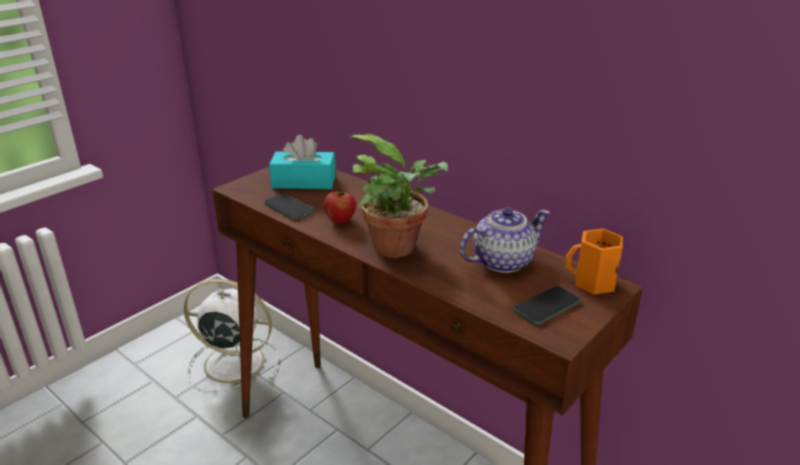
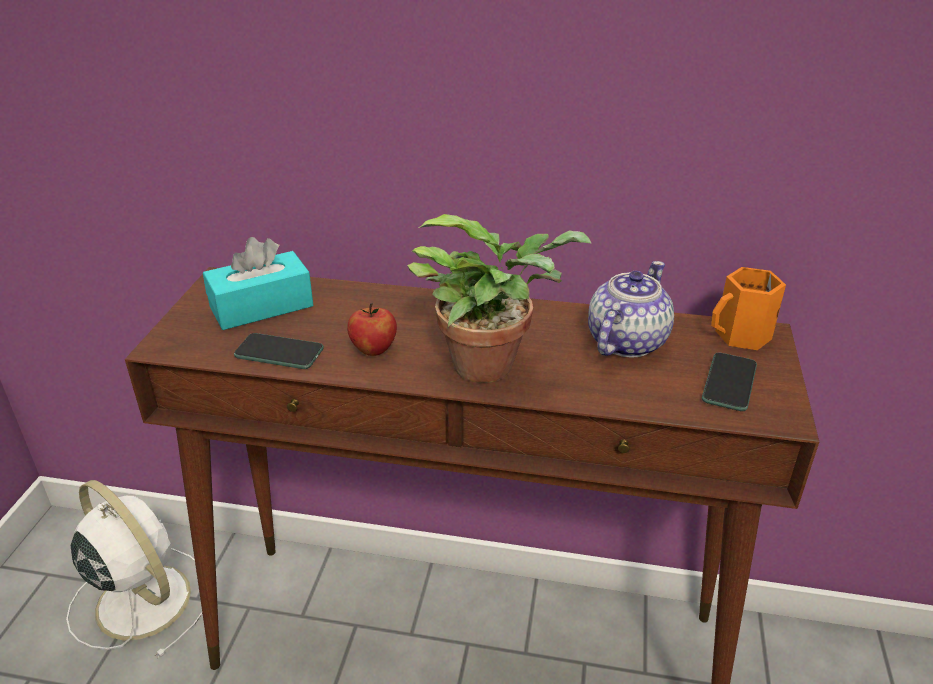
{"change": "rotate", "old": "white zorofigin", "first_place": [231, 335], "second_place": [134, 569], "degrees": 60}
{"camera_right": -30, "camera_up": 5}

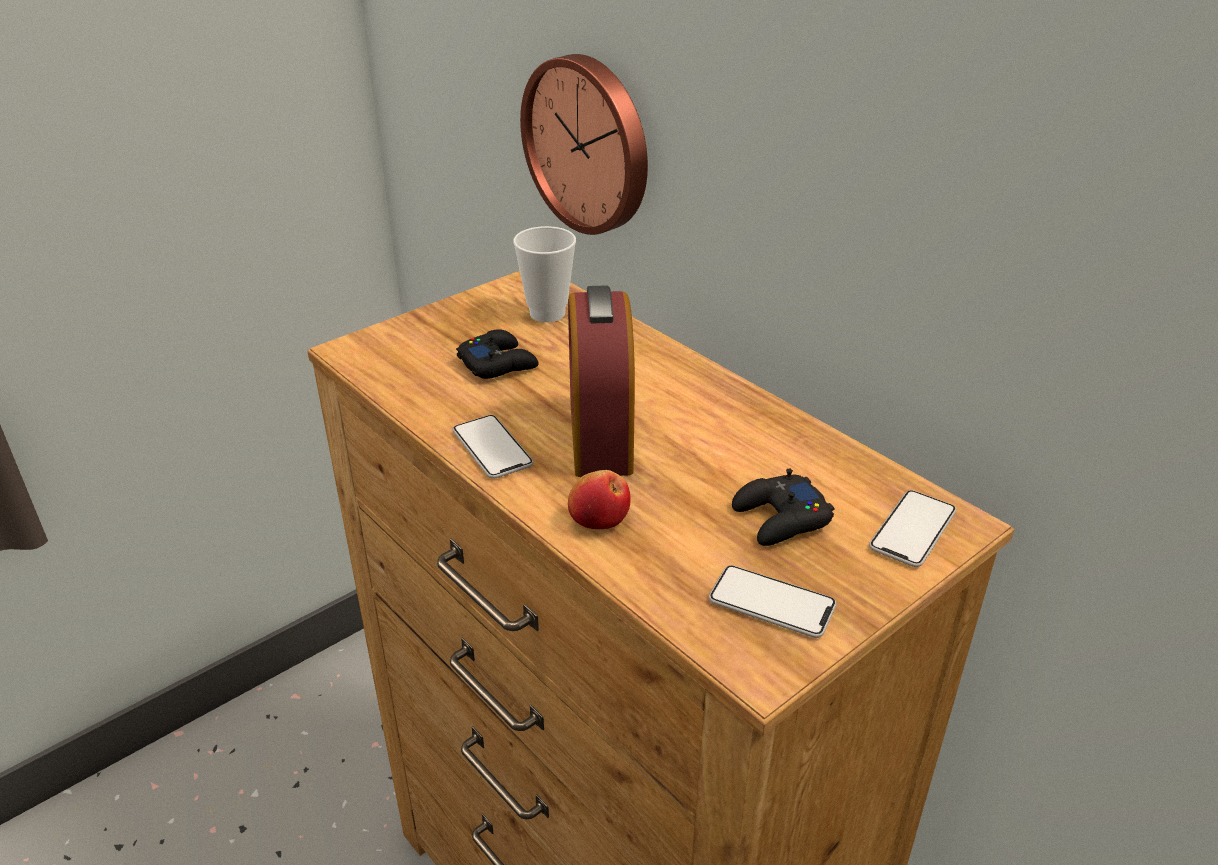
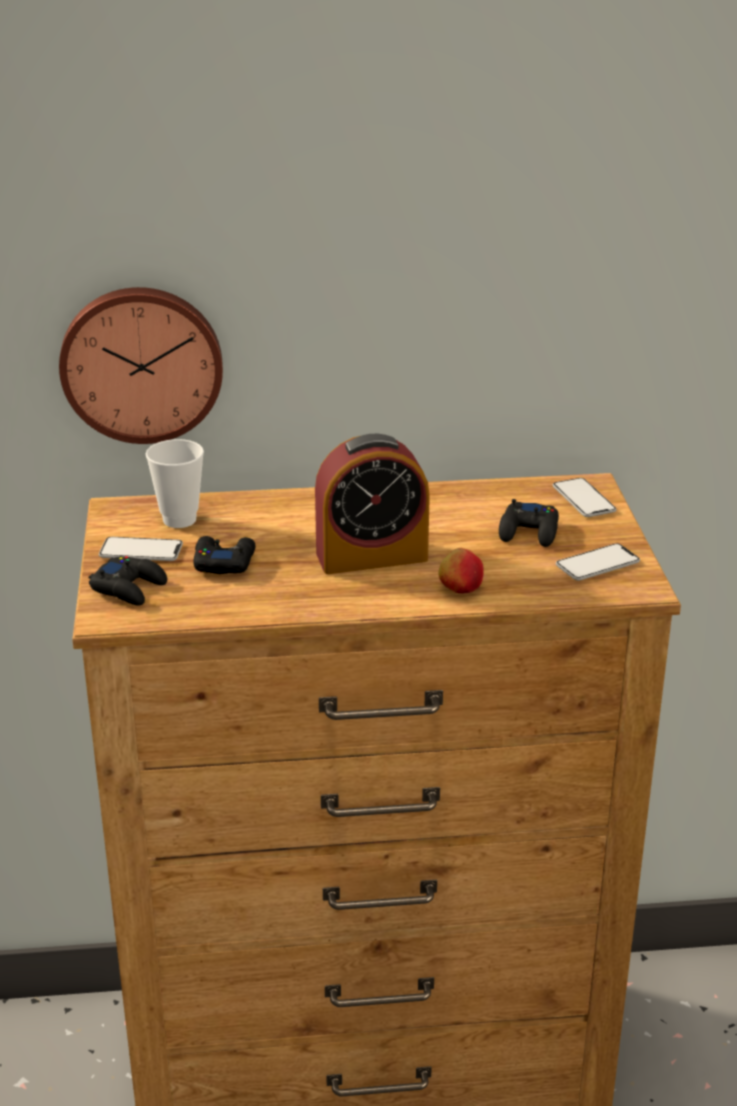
{"change": "insert", "new": "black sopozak", "second_place": [128, 581]}
{"change": "move", "old": "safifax", "first_place": [493, 447], "second_place": [141, 549]}
{"change": "rotate", "old": "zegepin", "first_place": [601, 381], "second_place": [372, 504], "degrees": -45}
{"camera_right": -55, "camera_up": -5}

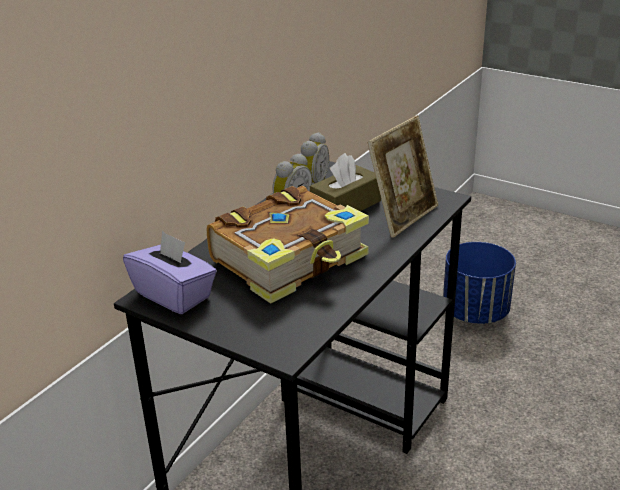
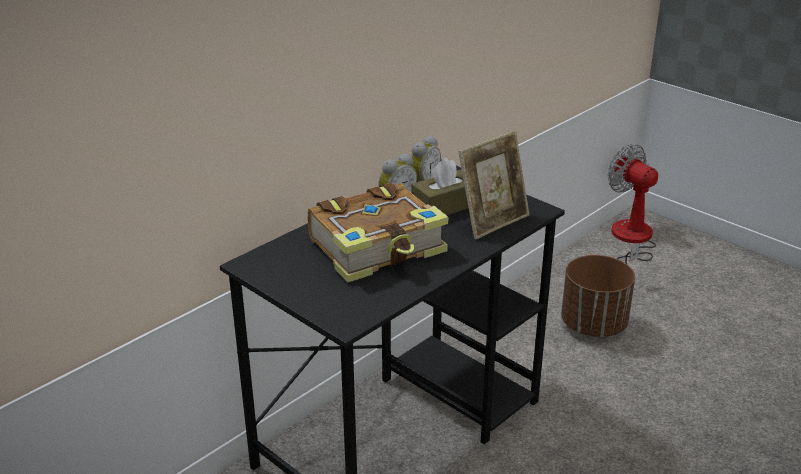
{"change": "delete", "old": "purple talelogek", "first_place": [170, 272]}
{"change": "insert", "new": "zorofigin", "second_place": [632, 204]}
{"change": "recolor", "old": "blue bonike", "new": "brown bonike", "first_place": [479, 283], "second_place": [598, 296]}
{"camera_right": 10, "camera_up": 0}

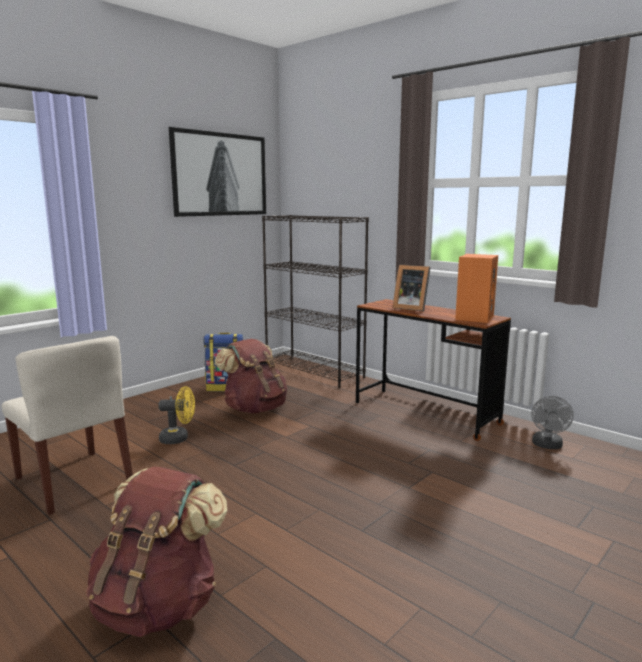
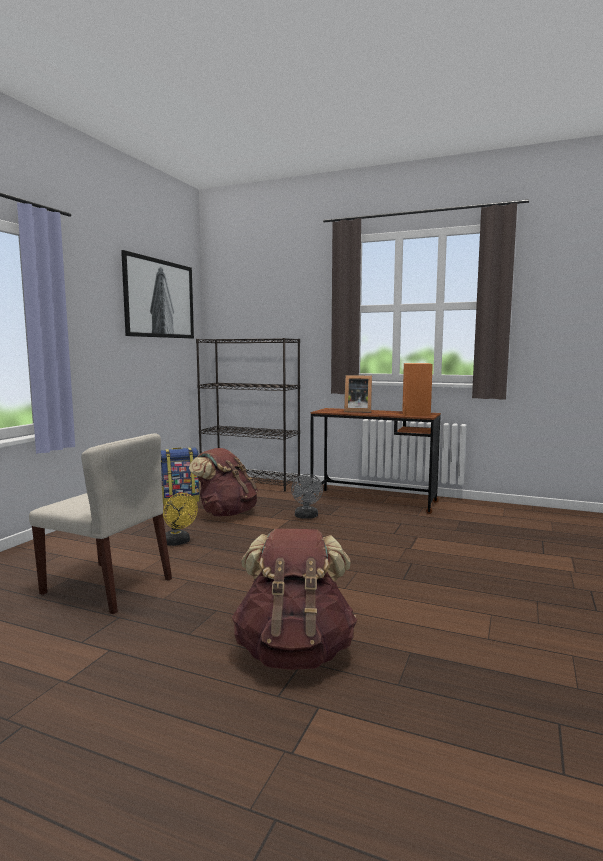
{"change": "move", "old": "grey zorofigin", "first_place": [552, 422], "second_place": [307, 496]}
{"change": "rotate", "old": "yellow zorofigin", "first_place": [176, 415], "second_place": [180, 519], "degrees": 75}
{"camera_right": -20, "camera_up": -5}

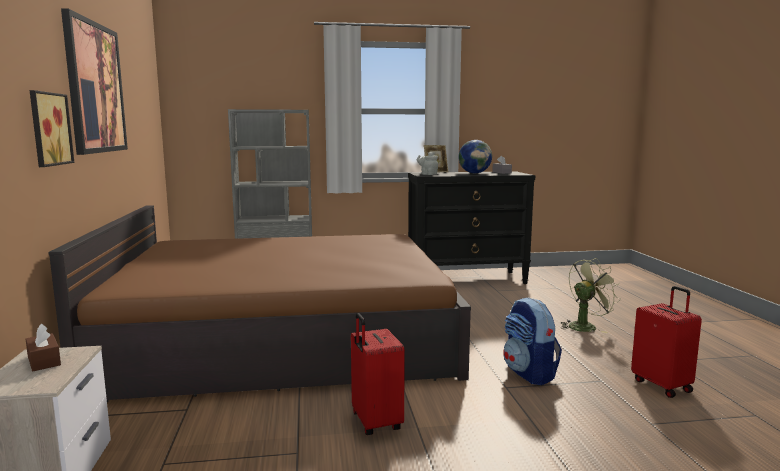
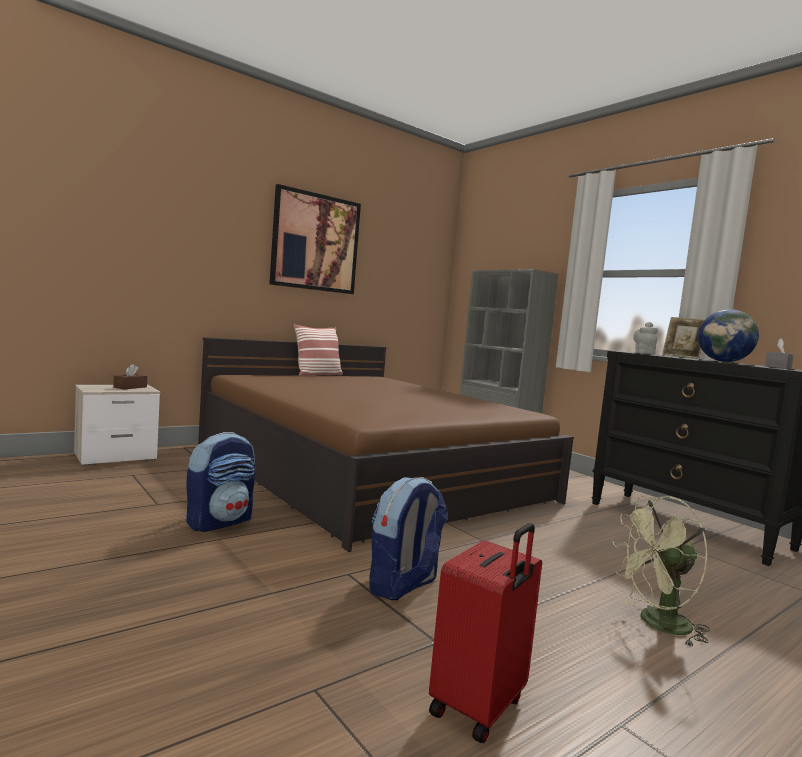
{"change": "delete", "old": "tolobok", "first_place": [52, 128]}
{"change": "insert", "new": "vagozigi", "second_place": [318, 350]}
{"change": "replace", "old": "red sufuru", "new": "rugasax", "first_place": [378, 374], "second_place": [220, 482]}
{"change": "rotate", "old": "green zorofigin", "first_place": [591, 295], "second_place": [661, 571], "degrees": 135}
{"camera_right": 60, "camera_up": -5}

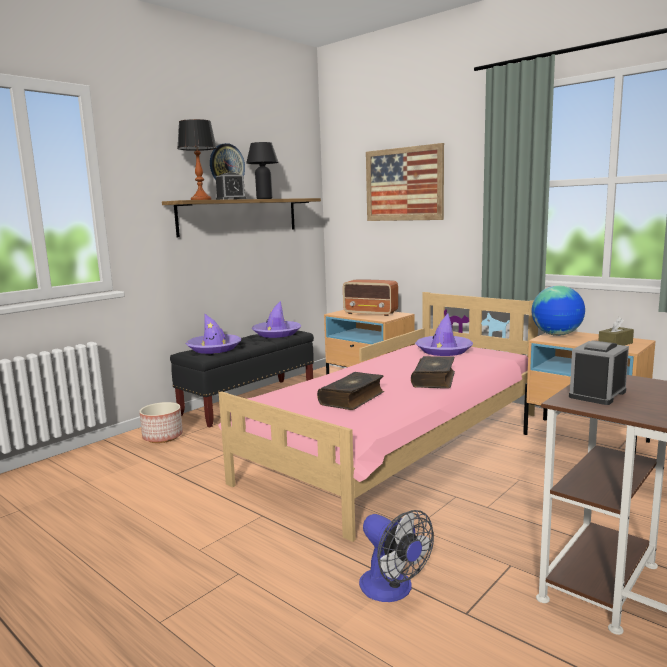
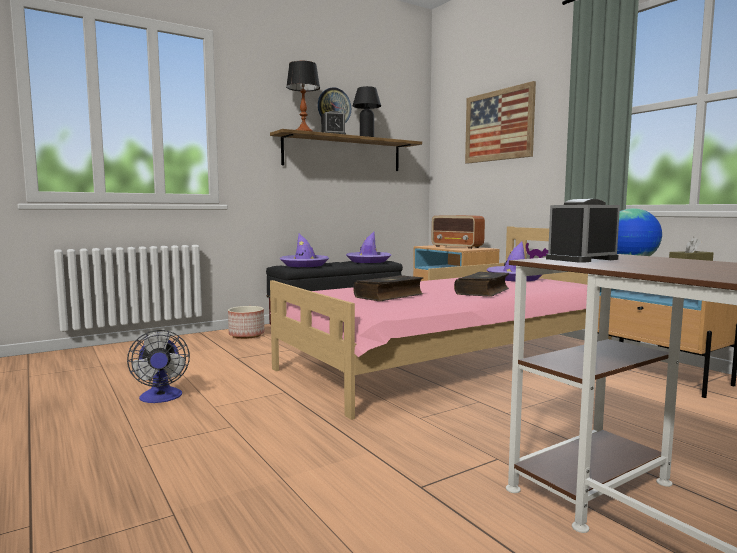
{"change": "move", "old": "zorofigin", "first_place": [396, 556], "second_place": [158, 366]}
{"camera_right": 15, "camera_up": -5}

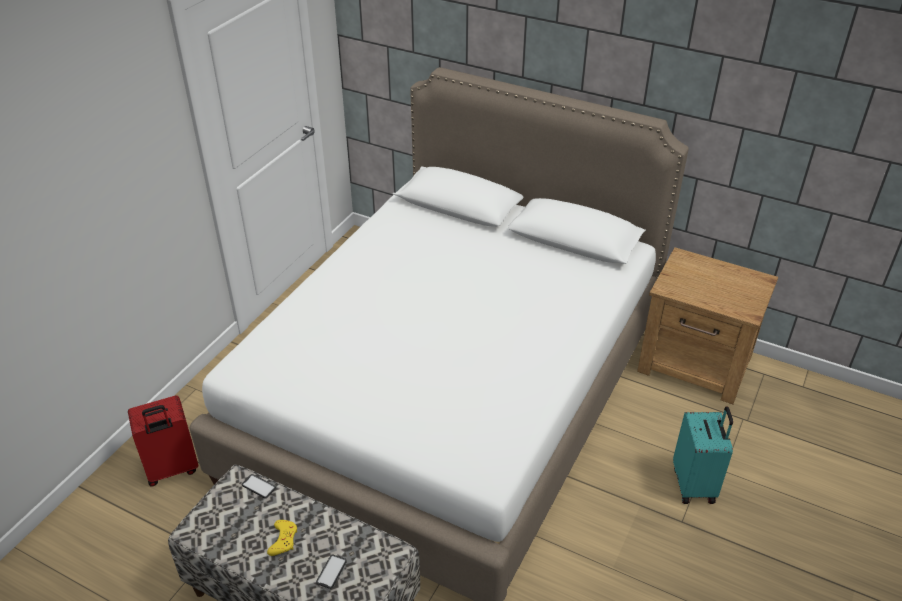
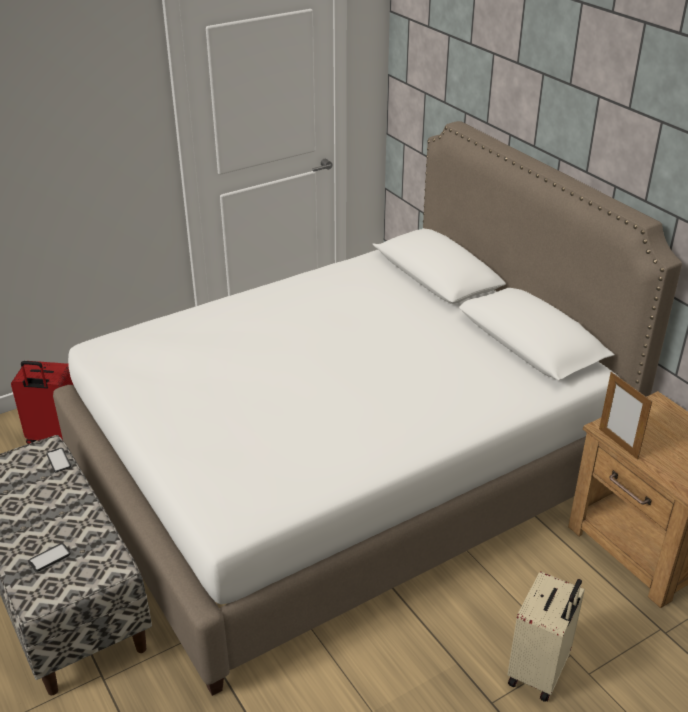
{"change": "delete", "old": "yellow sopozak", "first_place": [282, 538]}
{"change": "insert", "new": "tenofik", "second_place": [625, 416]}
{"change": "recolor", "old": "turquoise sufuru", "new": "beige sufuru", "first_place": [703, 455], "second_place": [546, 636]}
{"camera_right": 30, "camera_up": -5}

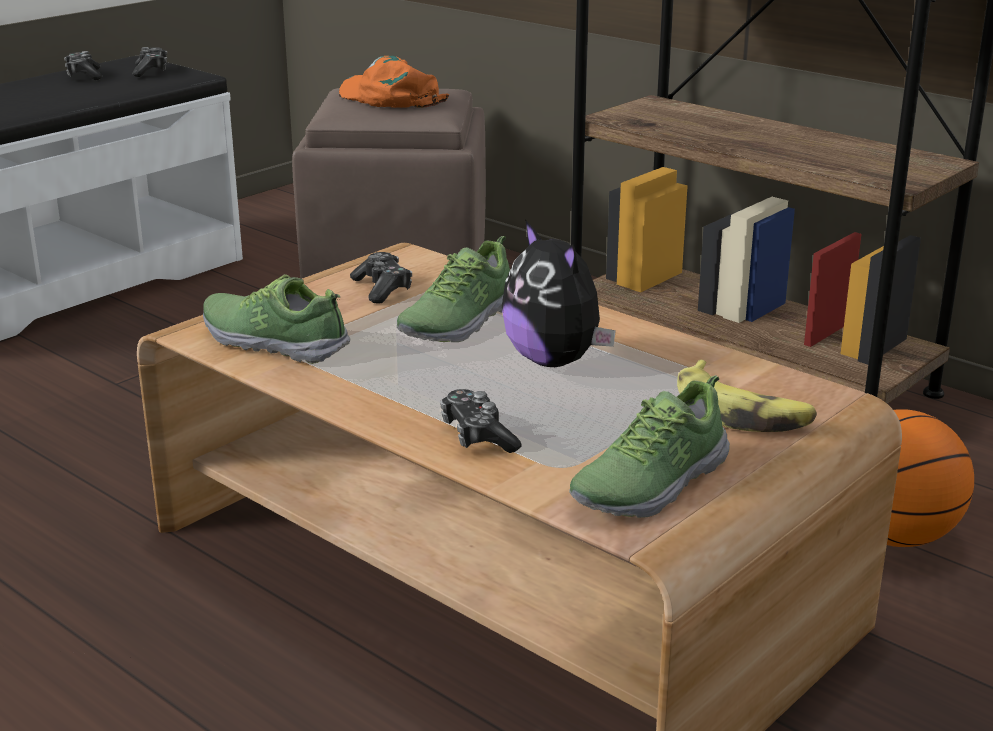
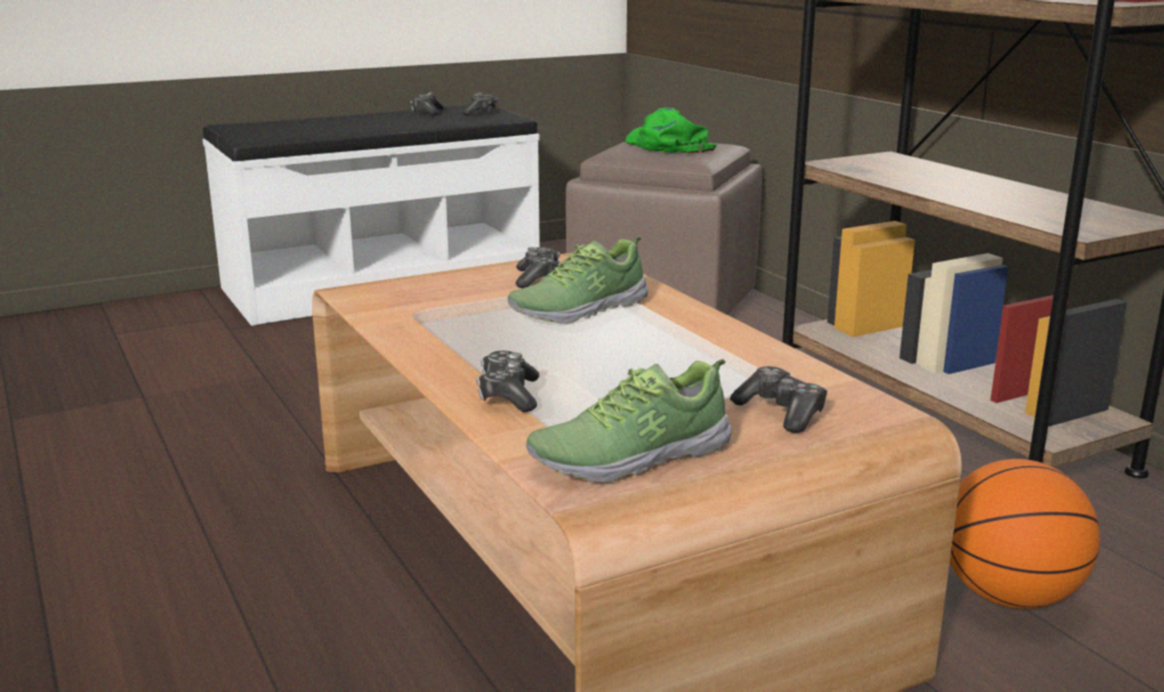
{"change": "delete", "old": "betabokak", "first_place": [276, 319]}
{"change": "delete", "old": "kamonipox", "first_place": [559, 294]}
{"change": "replace", "old": "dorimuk", "new": "sopozak", "first_place": [747, 395], "second_place": [779, 399]}
{"change": "recolor", "old": "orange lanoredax", "new": "green lanoredax", "first_place": [394, 82], "second_place": [671, 130]}
{"camera_right": 20, "camera_up": -5}

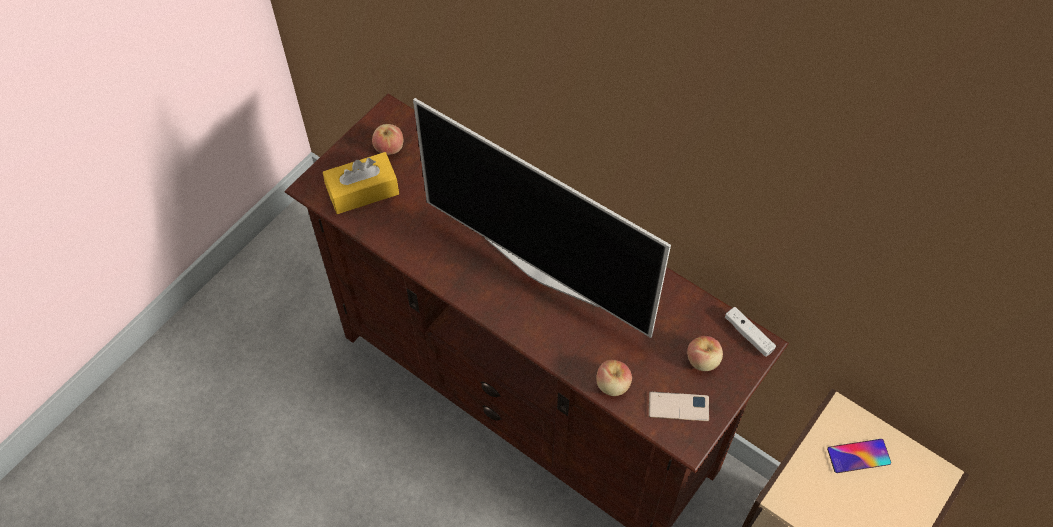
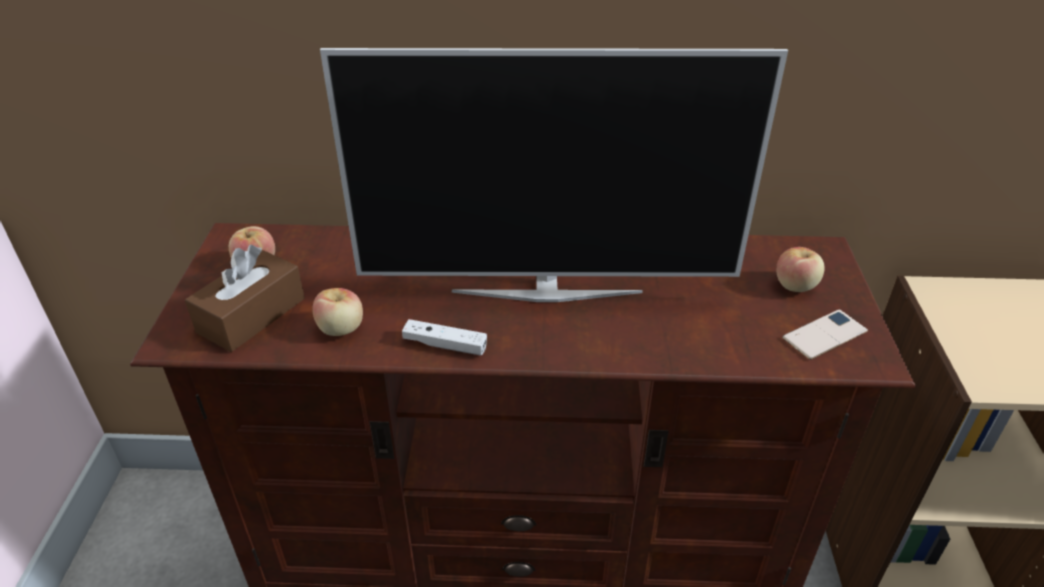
{"change": "delete", "old": "safifax", "first_place": [859, 456]}
{"change": "move", "old": "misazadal", "first_place": [614, 378], "second_place": [337, 312]}
{"change": "move", "old": "white sopozak", "first_place": [750, 332], "second_place": [444, 337]}
{"change": "recolor", "old": "yellow talelogek", "new": "brown talelogek", "first_place": [361, 183], "second_place": [245, 298]}
{"camera_right": -35, "camera_up": -20}

